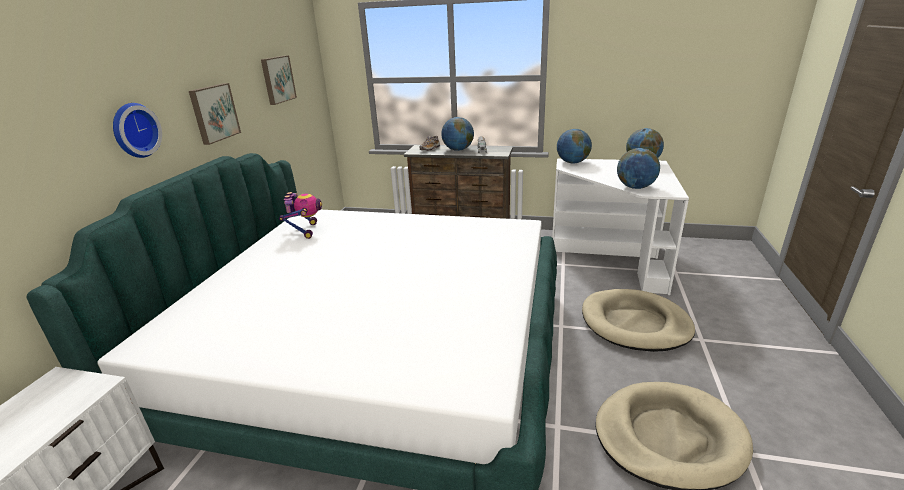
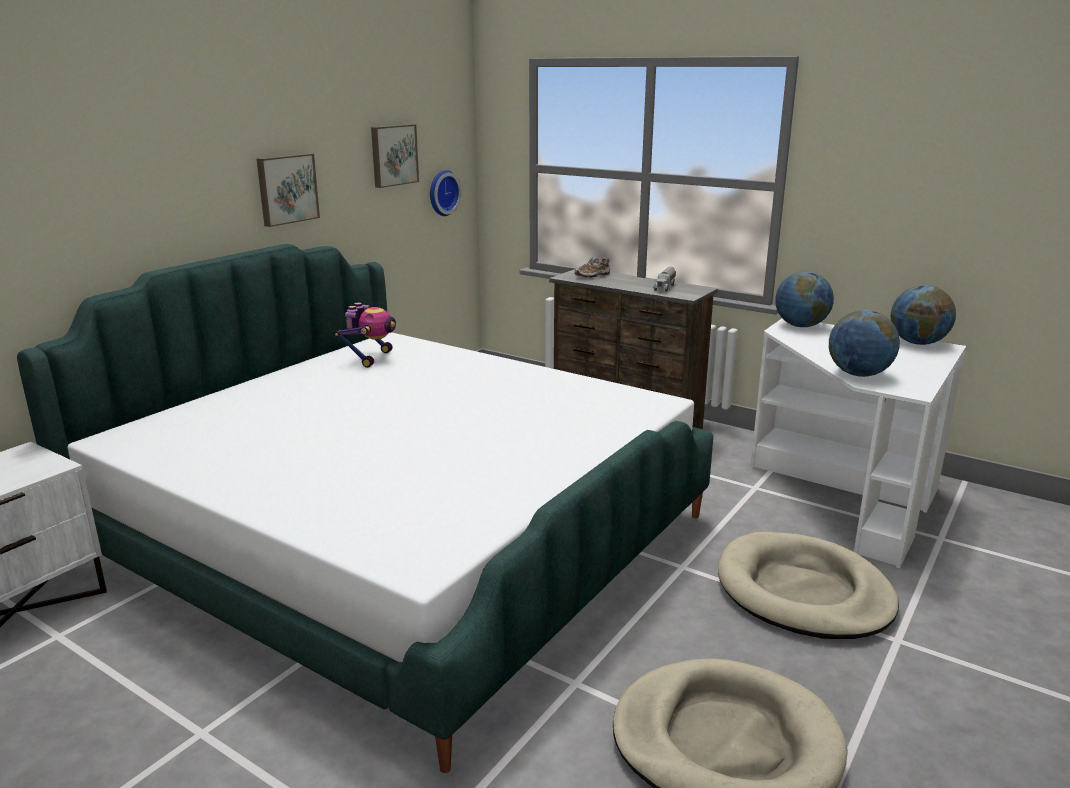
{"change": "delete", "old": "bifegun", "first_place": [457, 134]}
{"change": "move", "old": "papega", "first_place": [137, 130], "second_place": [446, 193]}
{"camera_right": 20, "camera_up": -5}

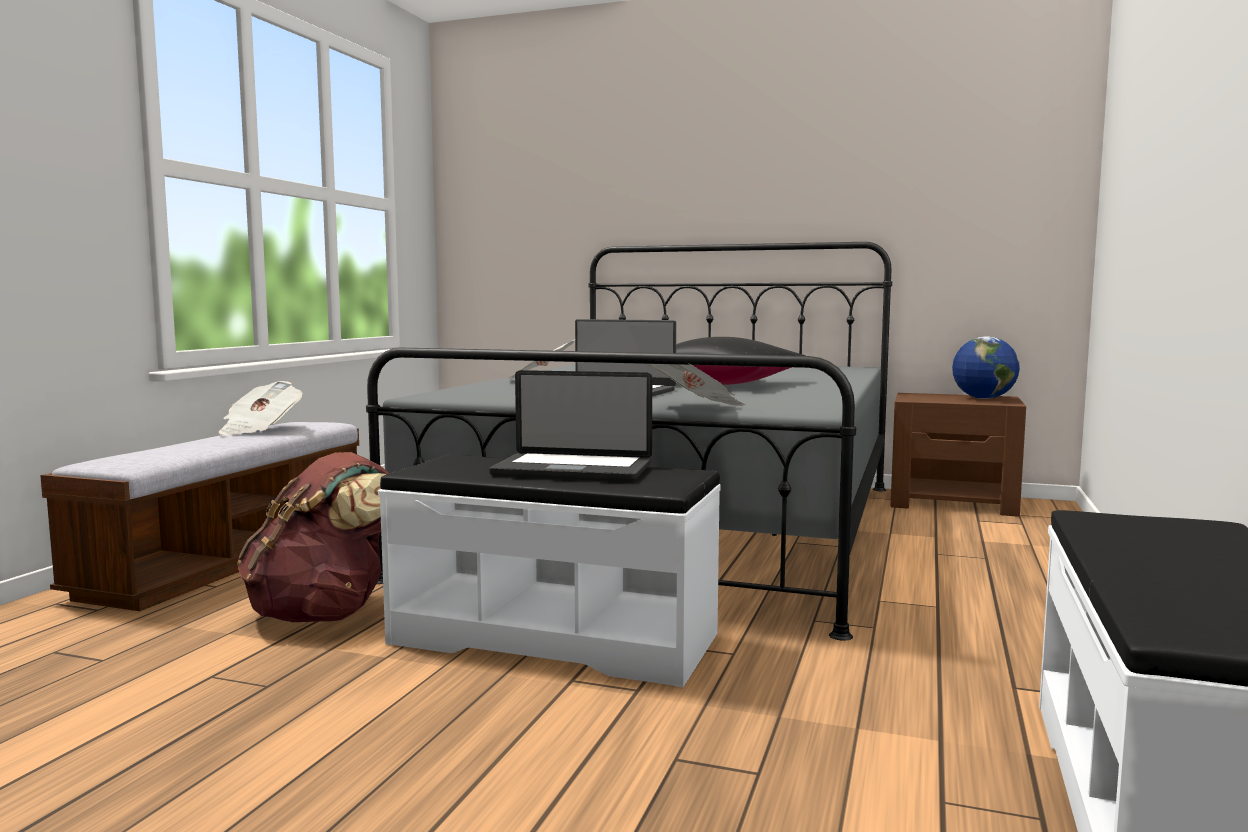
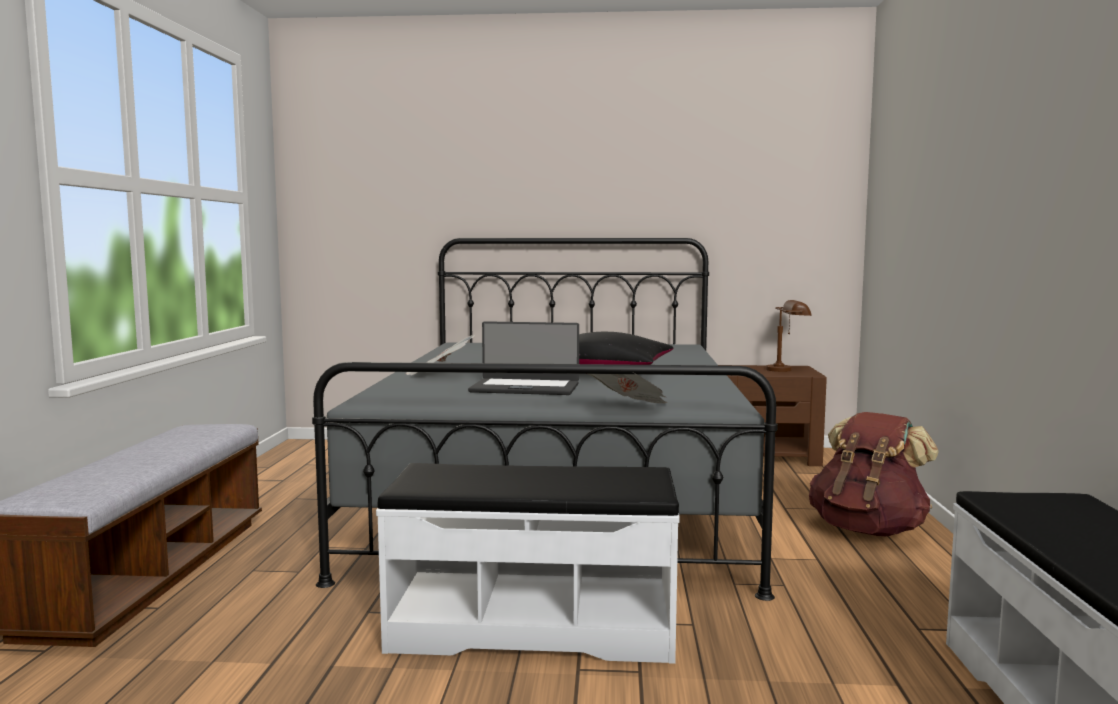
{"change": "delete", "old": "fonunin", "first_place": [260, 408]}
{"change": "delete", "old": "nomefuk", "first_place": [570, 426]}
{"change": "move", "old": "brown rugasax", "first_place": [313, 537], "second_place": [874, 474]}
{"change": "replace", "old": "bifegun", "new": "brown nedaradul", "first_place": [986, 367], "second_place": [789, 336]}
{"camera_right": -15, "camera_up": 0}

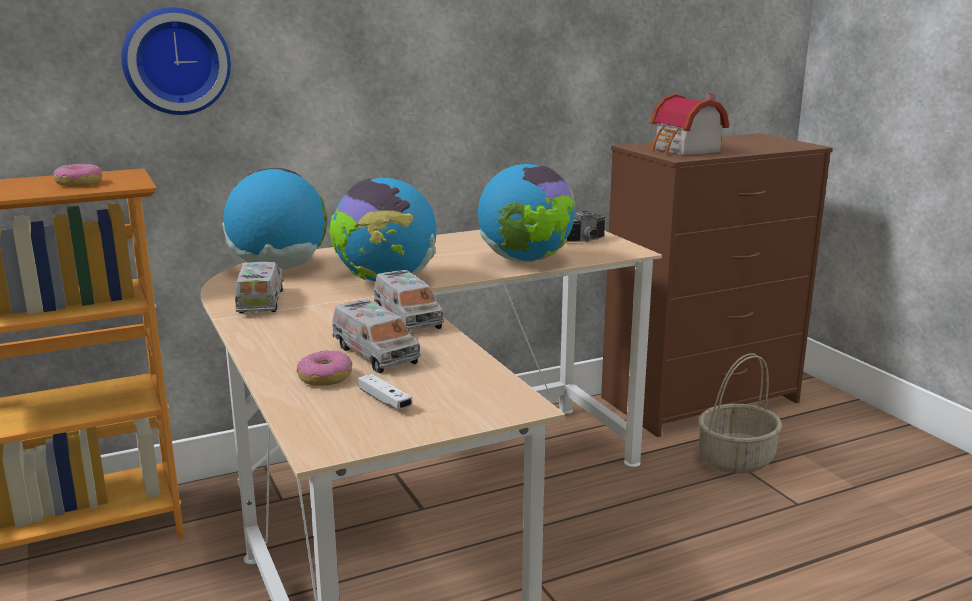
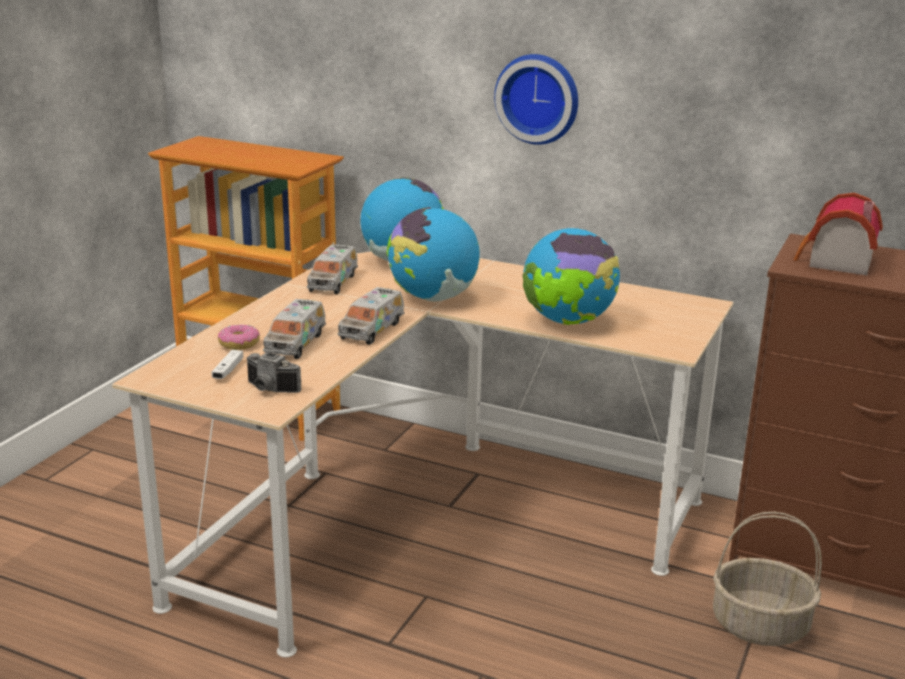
{"change": "delete", "old": "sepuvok", "first_place": [77, 175]}
{"change": "move", "old": "papega", "first_place": [176, 61], "second_place": [536, 99]}
{"change": "move", "old": "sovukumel", "first_place": [586, 226], "second_place": [274, 372]}
{"change": "rotate", "old": "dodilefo", "first_place": [259, 287], "second_place": [332, 269], "degrees": 150}
{"camera_right": 50, "camera_up": 5}

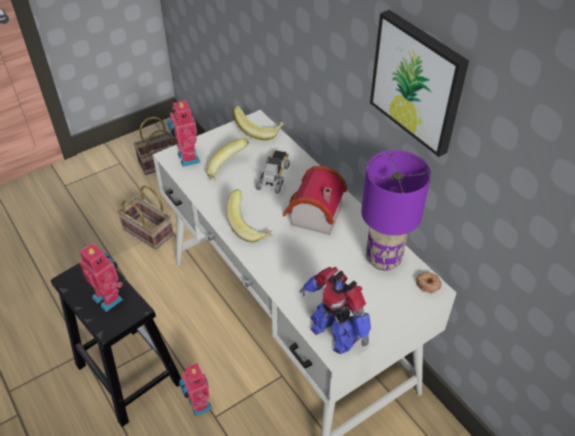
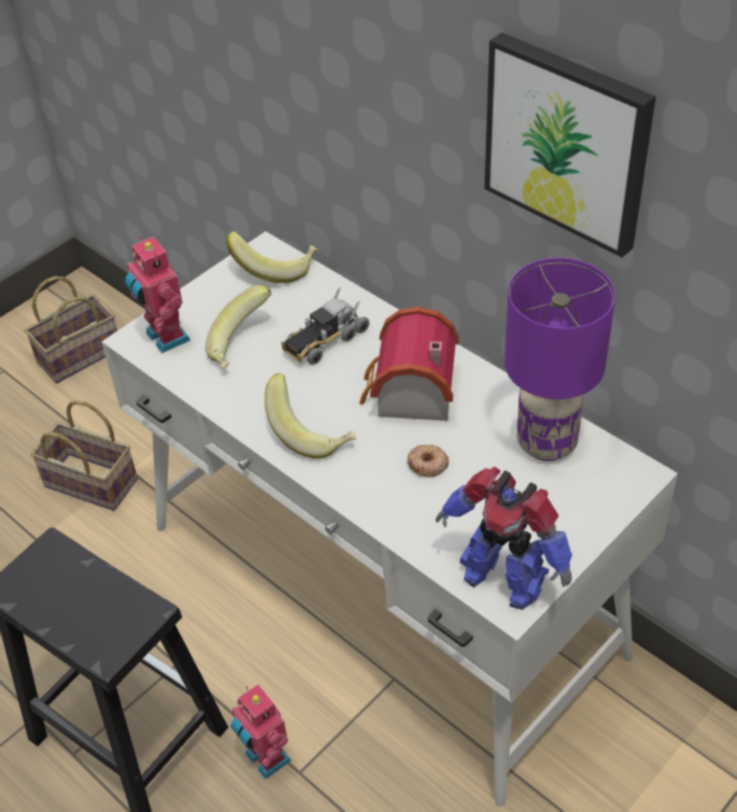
{"change": "delete", "old": "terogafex", "first_place": [101, 277]}
{"change": "move", "old": "sepuvok", "first_place": [429, 282], "second_place": [428, 461]}
{"change": "rotate", "old": "dodilefo", "first_place": [273, 172], "second_place": [325, 326], "degrees": -135}
{"camera_right": -10, "camera_up": 0}

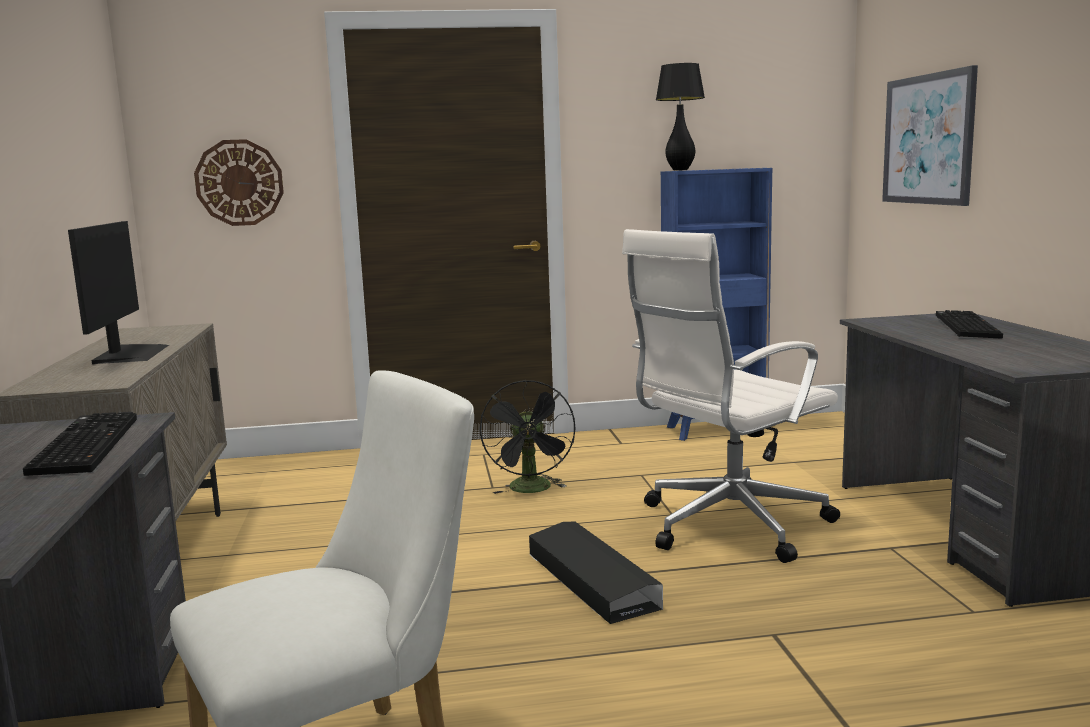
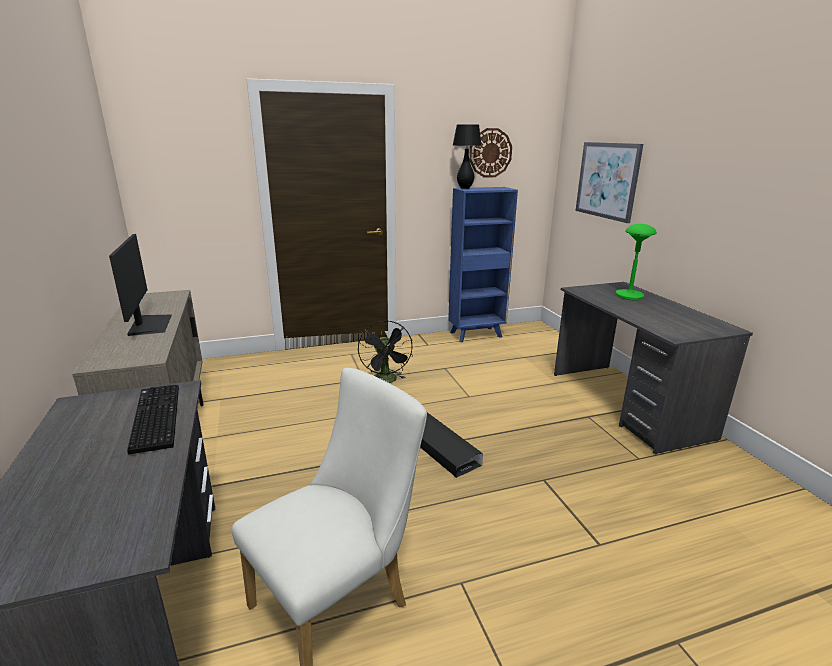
{"change": "delete", "old": "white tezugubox", "first_place": [731, 396]}
{"change": "move", "old": "papega", "first_place": [239, 182], "second_place": [490, 153]}
{"change": "replace", "old": "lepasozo", "new": "green nedaradul", "first_place": [969, 324], "second_place": [636, 262]}
{"camera_right": -10, "camera_up": 10}

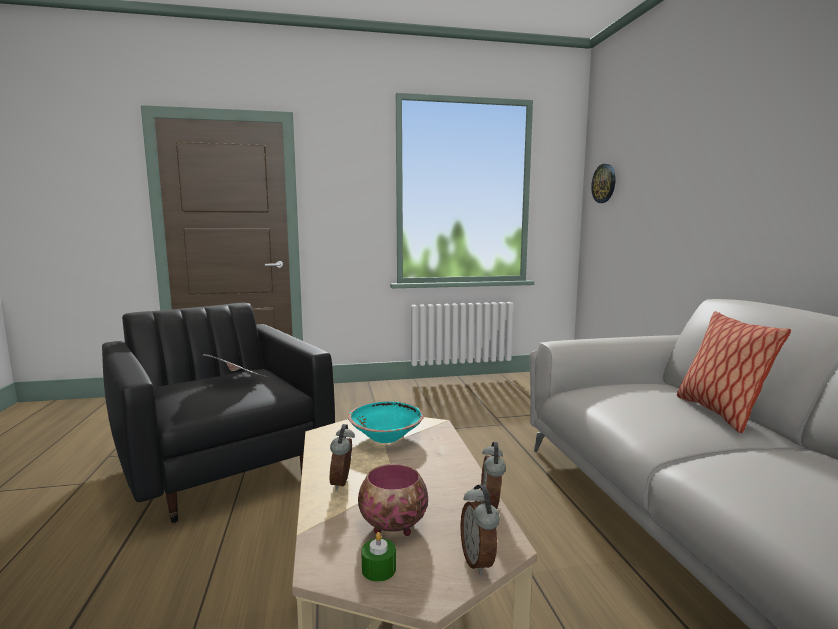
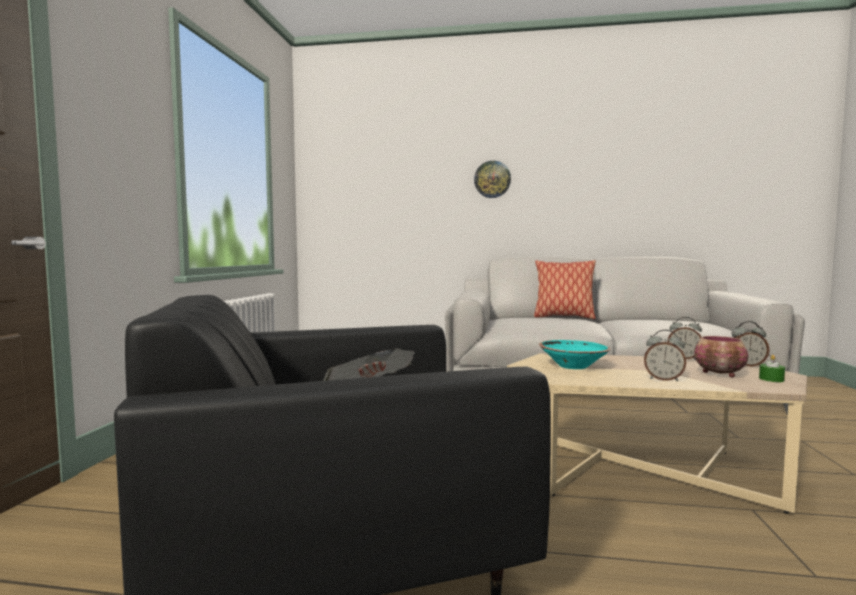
{"change": "move", "old": "papega", "first_place": [603, 183], "second_place": [492, 179]}
{"camera_right": -70, "camera_up": -5}

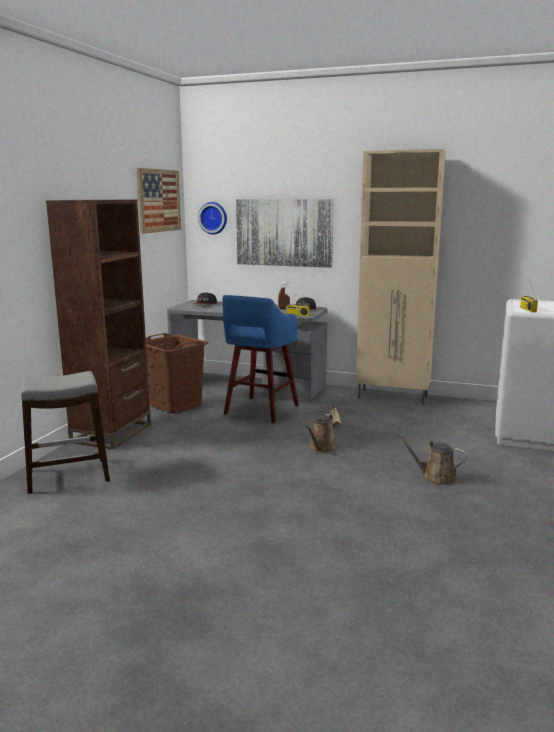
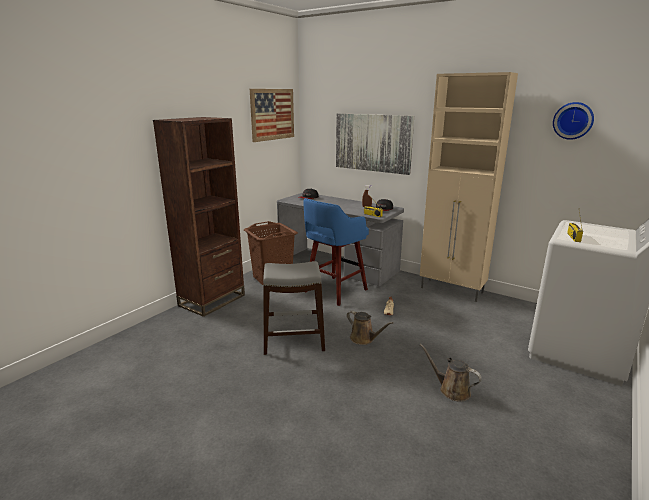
{"change": "move", "old": "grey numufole", "first_place": [65, 432], "second_place": [294, 308]}
{"change": "move", "old": "papega", "first_place": [212, 218], "second_place": [573, 121]}
{"change": "rotate", "old": "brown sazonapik", "first_place": [321, 433], "second_place": [370, 327], "degrees": -90}
{"camera_right": 15, "camera_up": 5}

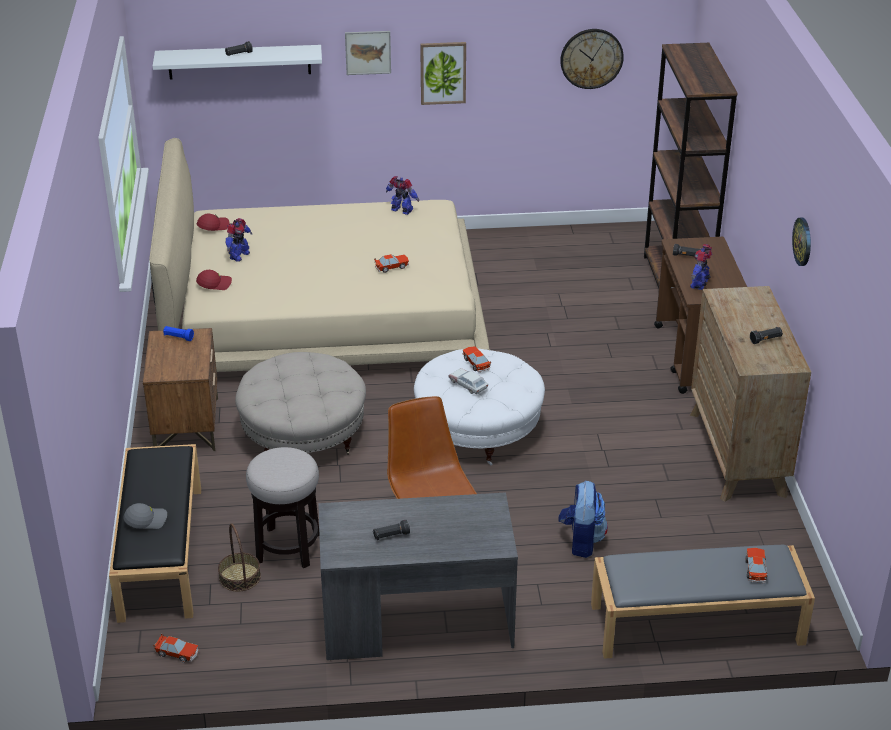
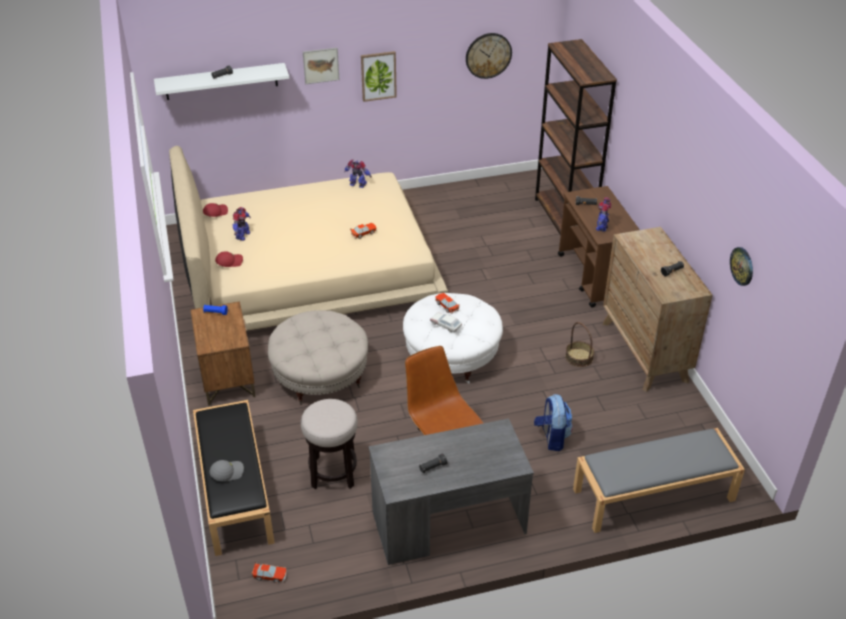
{"change": "delete", "old": "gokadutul", "first_place": [756, 565]}
{"change": "move", "old": "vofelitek", "first_place": [239, 558], "second_place": [579, 344]}
{"change": "move", "old": "papega", "first_place": [801, 241], "second_place": [741, 266]}
{"camera_right": -10, "camera_up": 5}

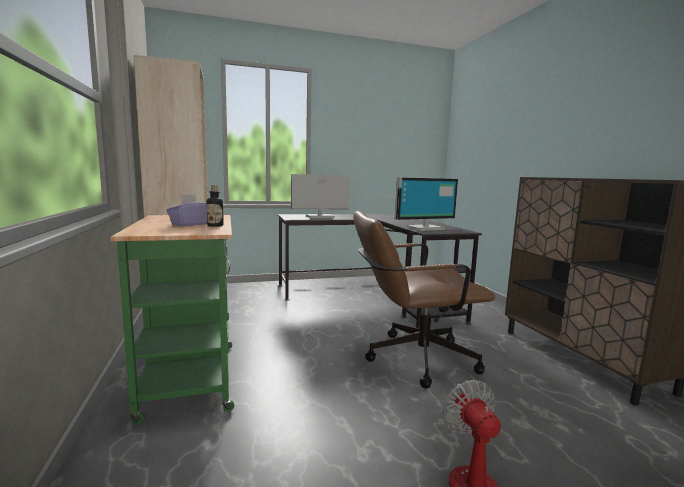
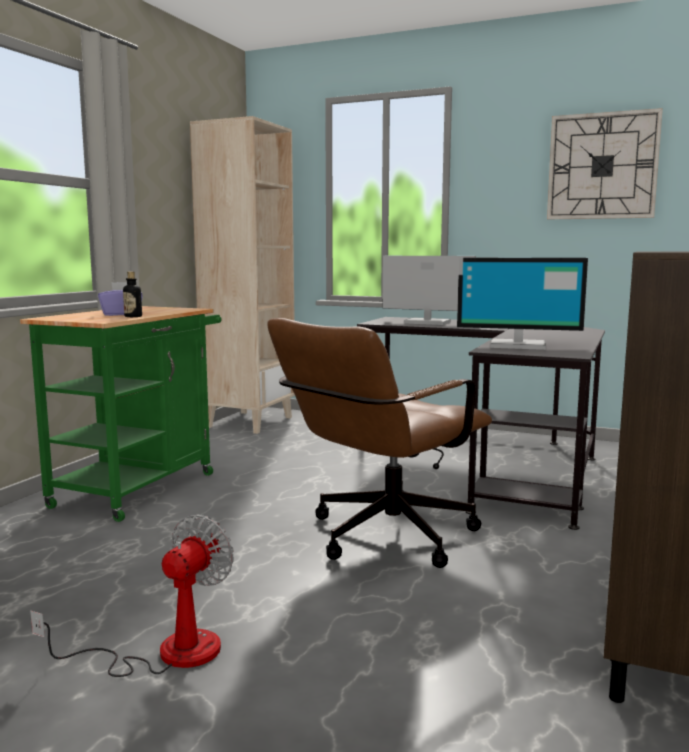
{"change": "insert", "new": "papega", "second_place": [605, 164]}
{"change": "rotate", "old": "brown tezugubox", "first_place": [424, 300], "second_place": [379, 443], "degrees": -75}
{"camera_right": 40, "camera_up": 0}

